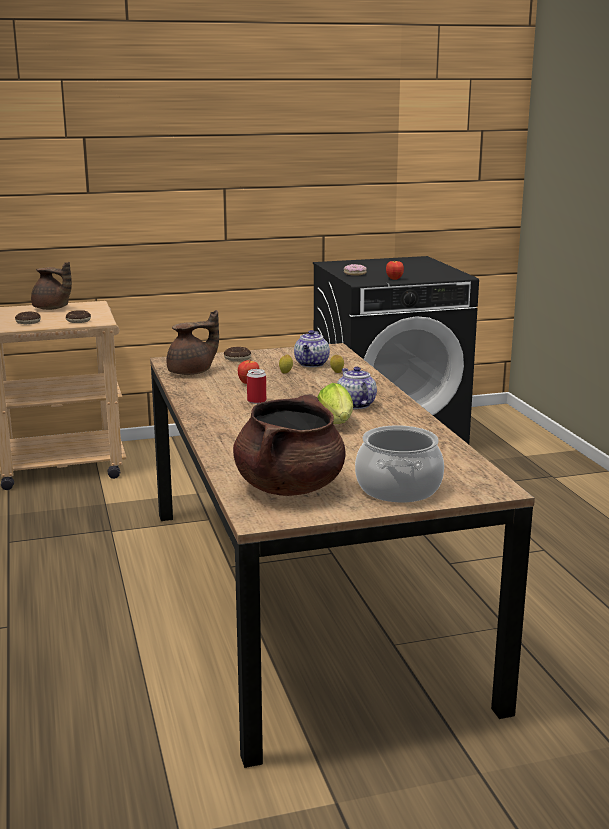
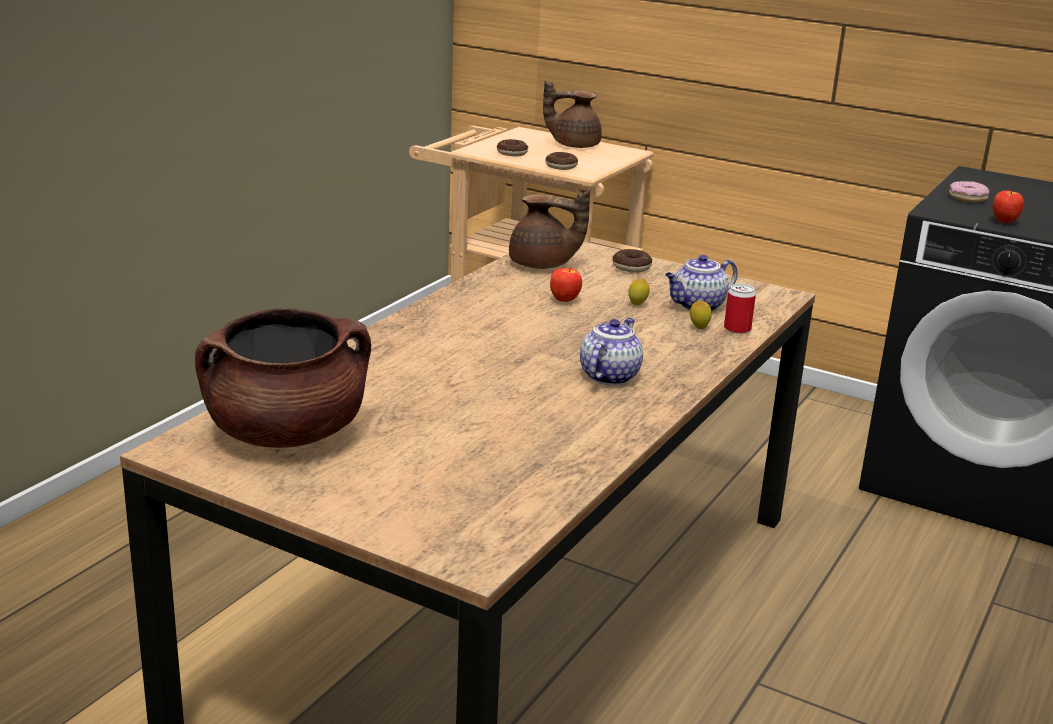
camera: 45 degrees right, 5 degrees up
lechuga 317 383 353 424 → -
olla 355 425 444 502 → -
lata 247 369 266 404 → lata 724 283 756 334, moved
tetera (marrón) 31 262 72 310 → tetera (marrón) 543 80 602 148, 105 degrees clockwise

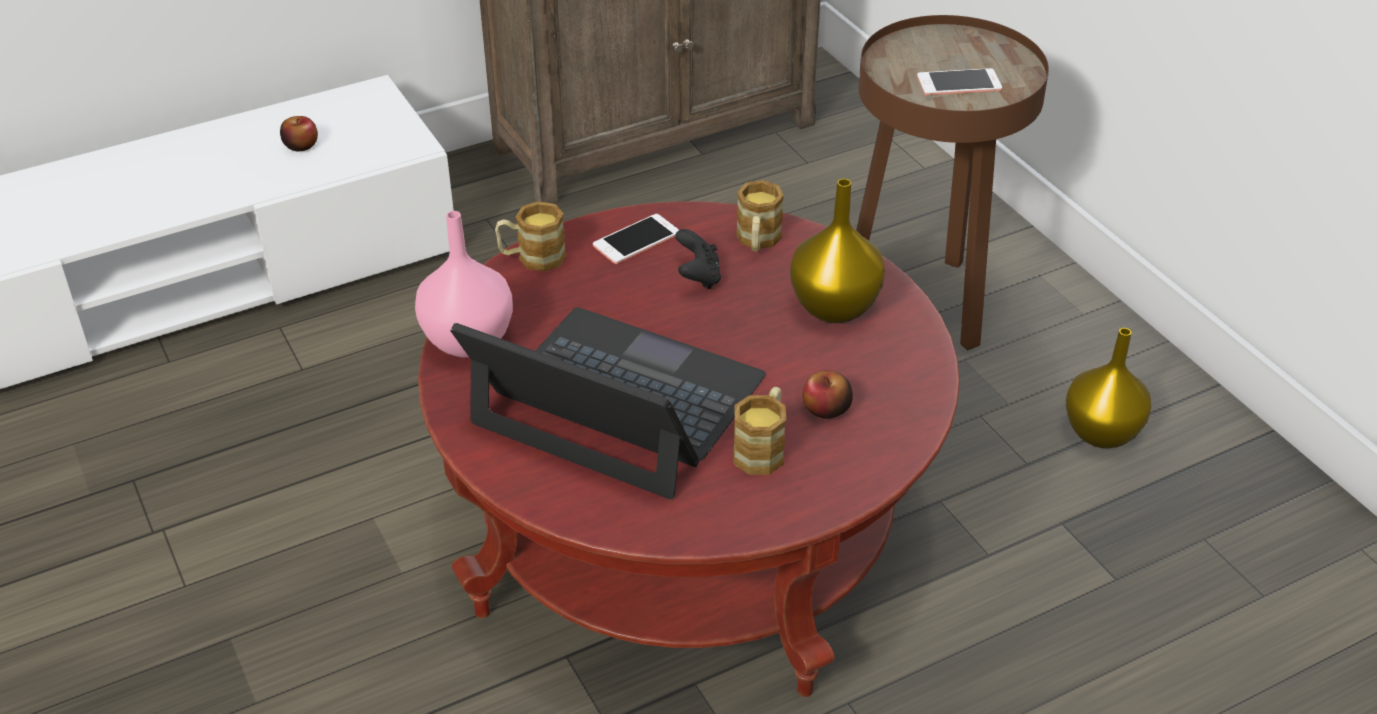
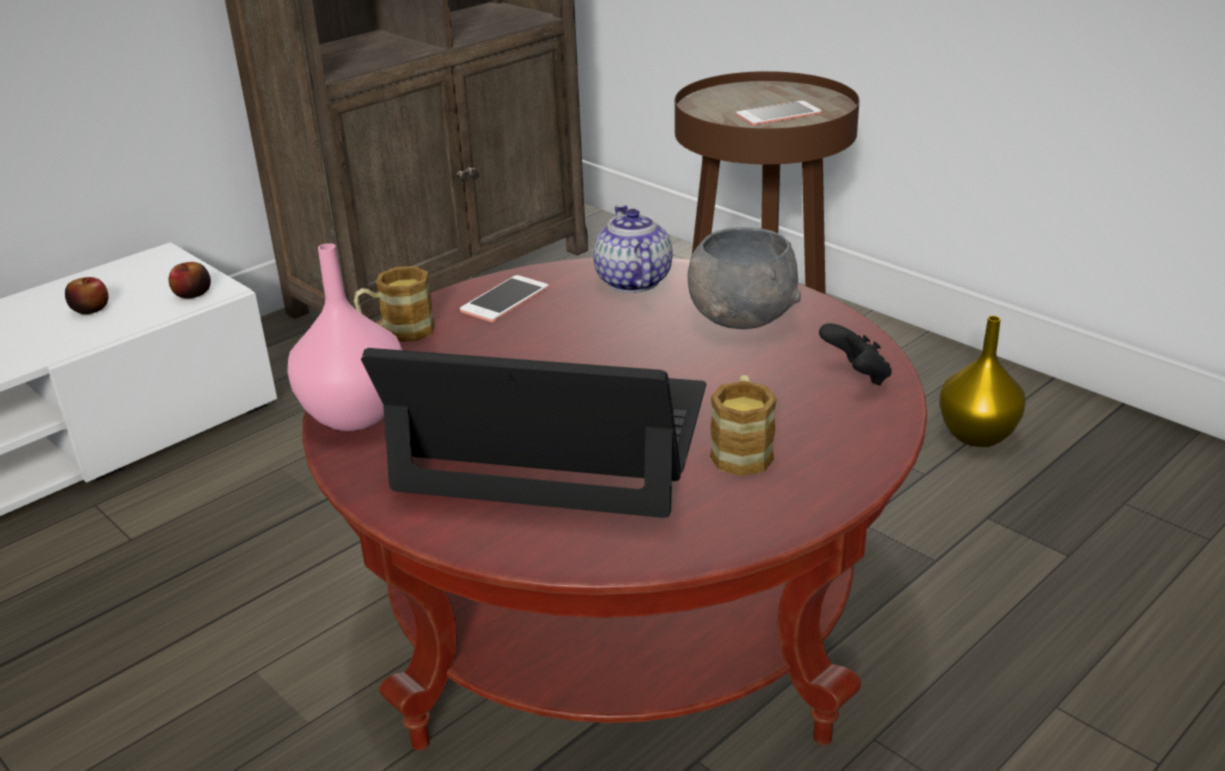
camera: 15 degrees left, 10 degrees down
mando de consola (negro) 675 229 721 289 → mando de consola (negro) 819 323 892 385, moved
manzana 803 370 853 419 → manzana 168 262 211 298, moved
taza grande 736 180 784 251 → tetera 593 205 672 293
florero (amarillo) 790 179 885 323 → cuenco (gris) 688 227 801 329

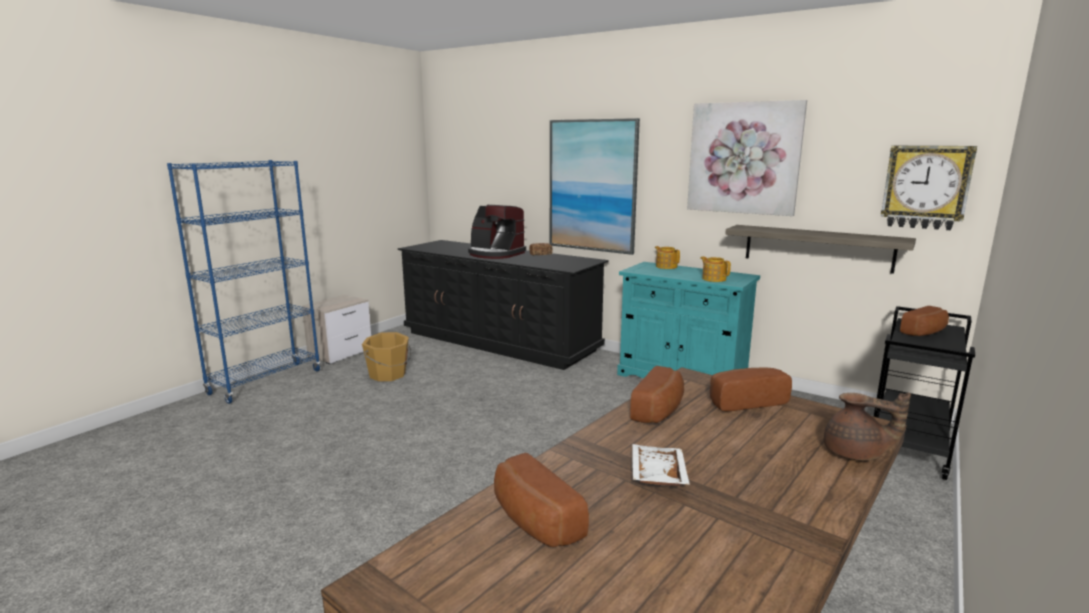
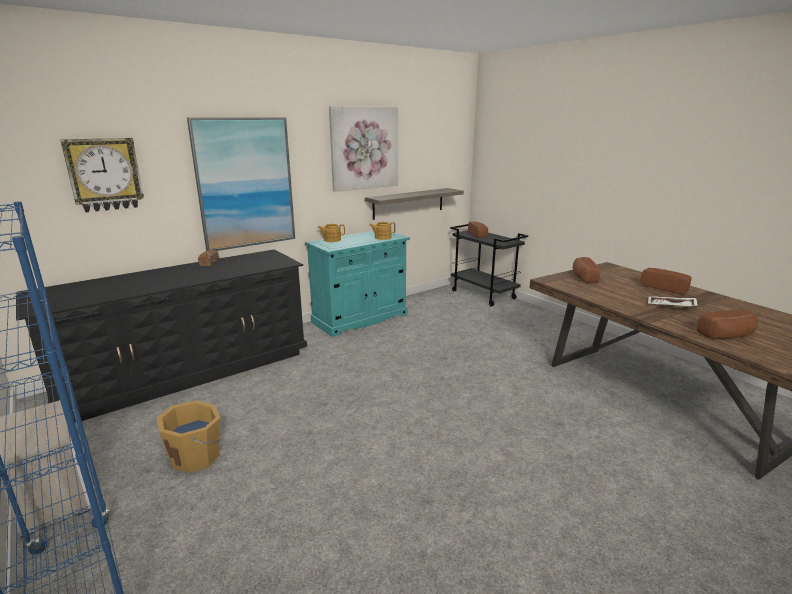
camera: 70 degrees left, 5 degrees up
cafetera 468 205 526 259 → -
tetera (marrón) 824 393 911 461 → -
pan 630 366 684 423 → pan 640 268 692 295, moved
reloj de pared 881 146 977 230 → reloj de pared 60 138 144 212, moved

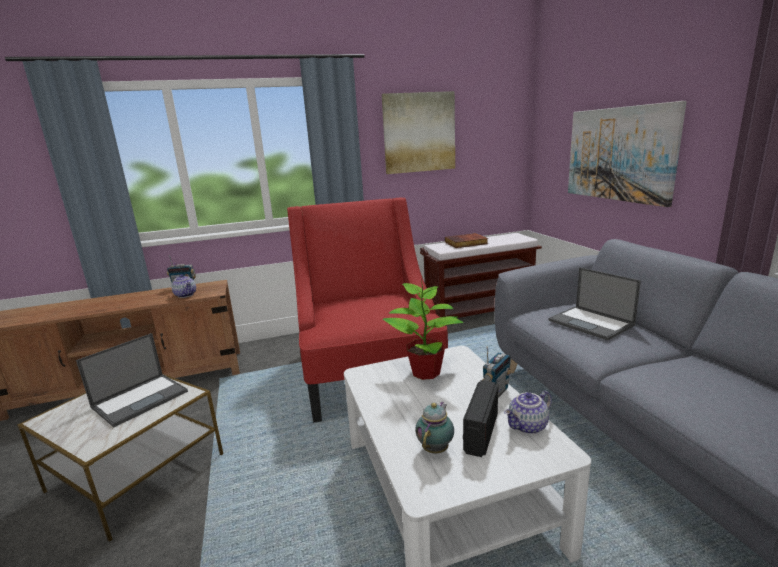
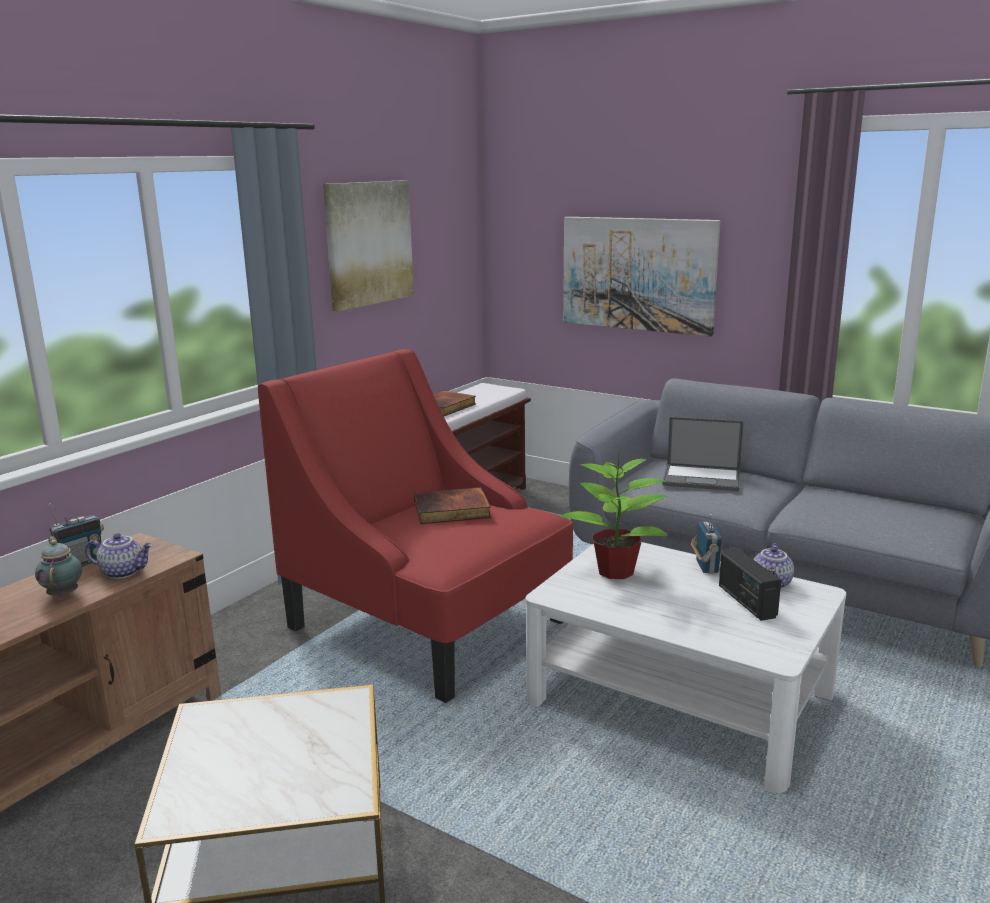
camera: 40 degrees left, 0 degrees up
portátil 76 333 188 428 → -
- → libro 414 487 491 524
tetera 415 402 454 453 → tetera 35 540 82 597, moved

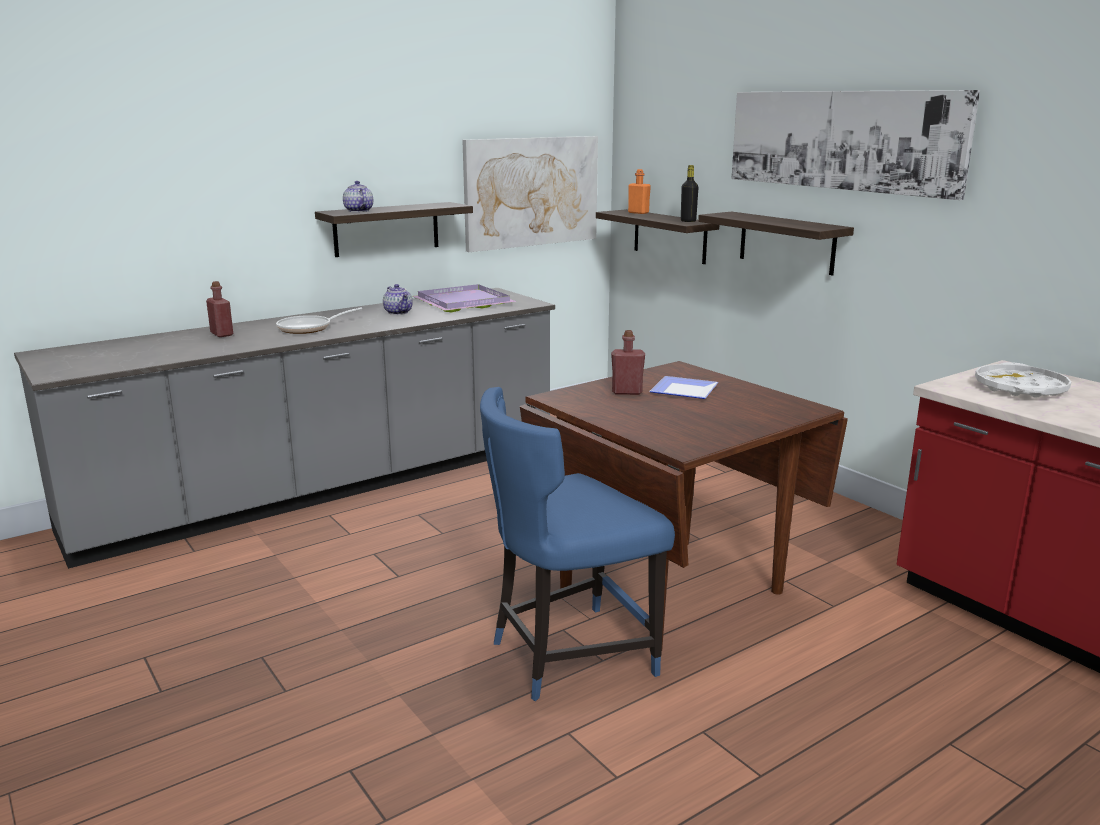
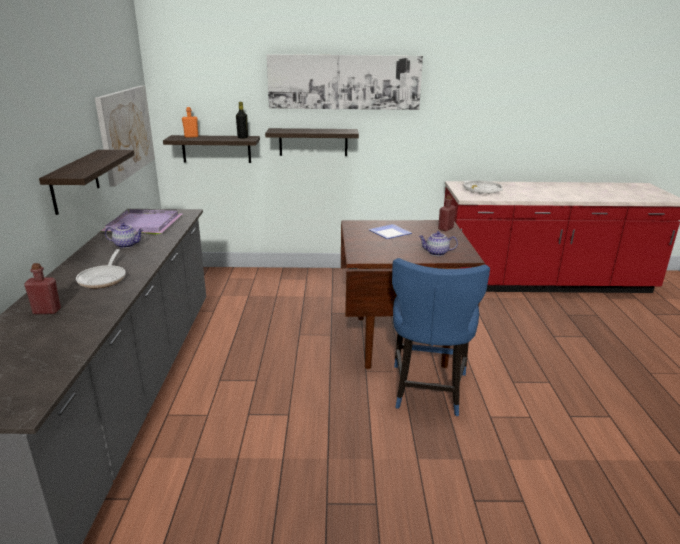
camera: 55 degrees left, 5 degrees up
tetera 343 181 373 212 → tetera 419 231 458 256, moved
botella (rojo) 611 330 645 395 → botella (rojo) 438 195 456 231, moved

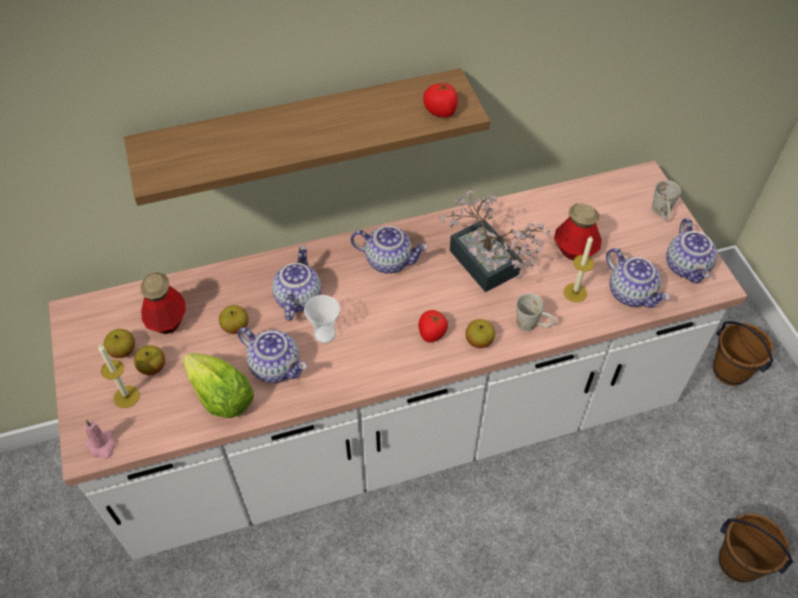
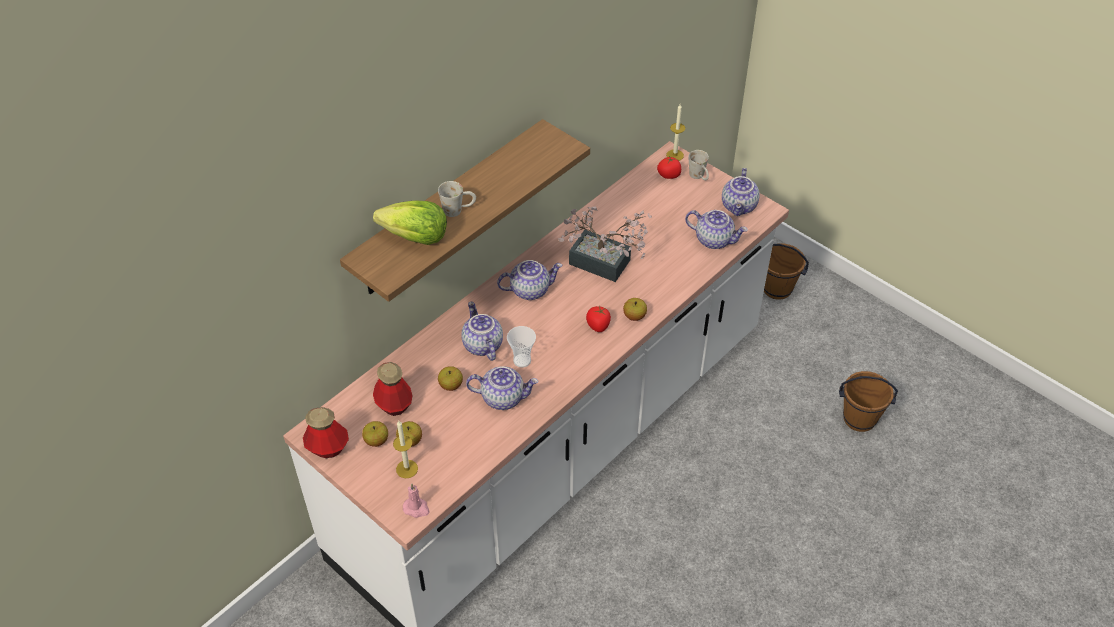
camera: 30 degrees left, 5 degrees down
lechuga 182 353 254 418 → lechuga 373 200 447 245, moved
tomate 423 82 458 118 → tomate 657 156 681 179, moved
taza grande (blanco) 516 293 555 331 → taza grande (blanco) 438 181 476 217, moved
botella 554 204 602 260 → botella 303 407 349 458, moved
vela 564 235 594 302 → vela 666 105 685 161, moved
tetera 666 218 717 284 → tetera 722 168 760 216, 45 degrees clockwise

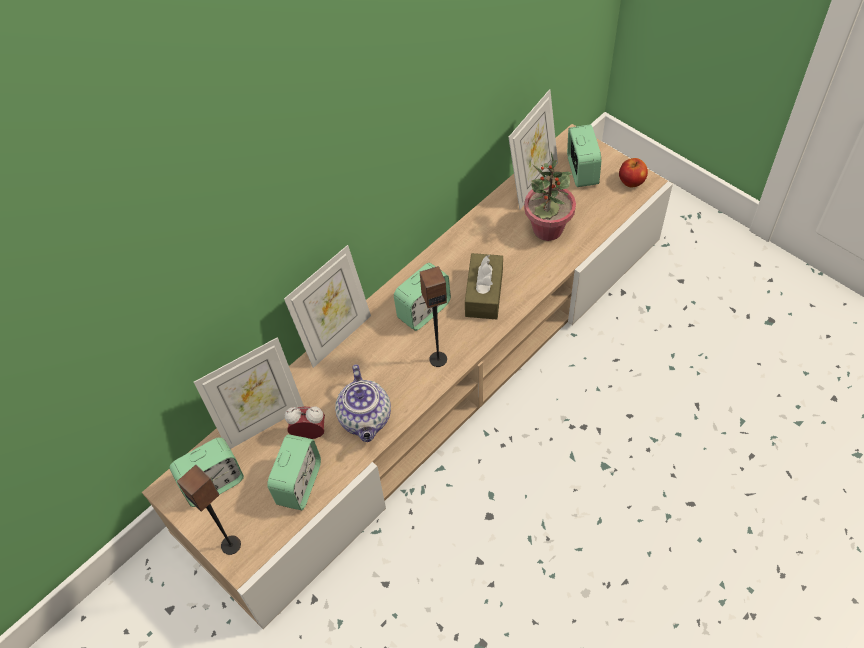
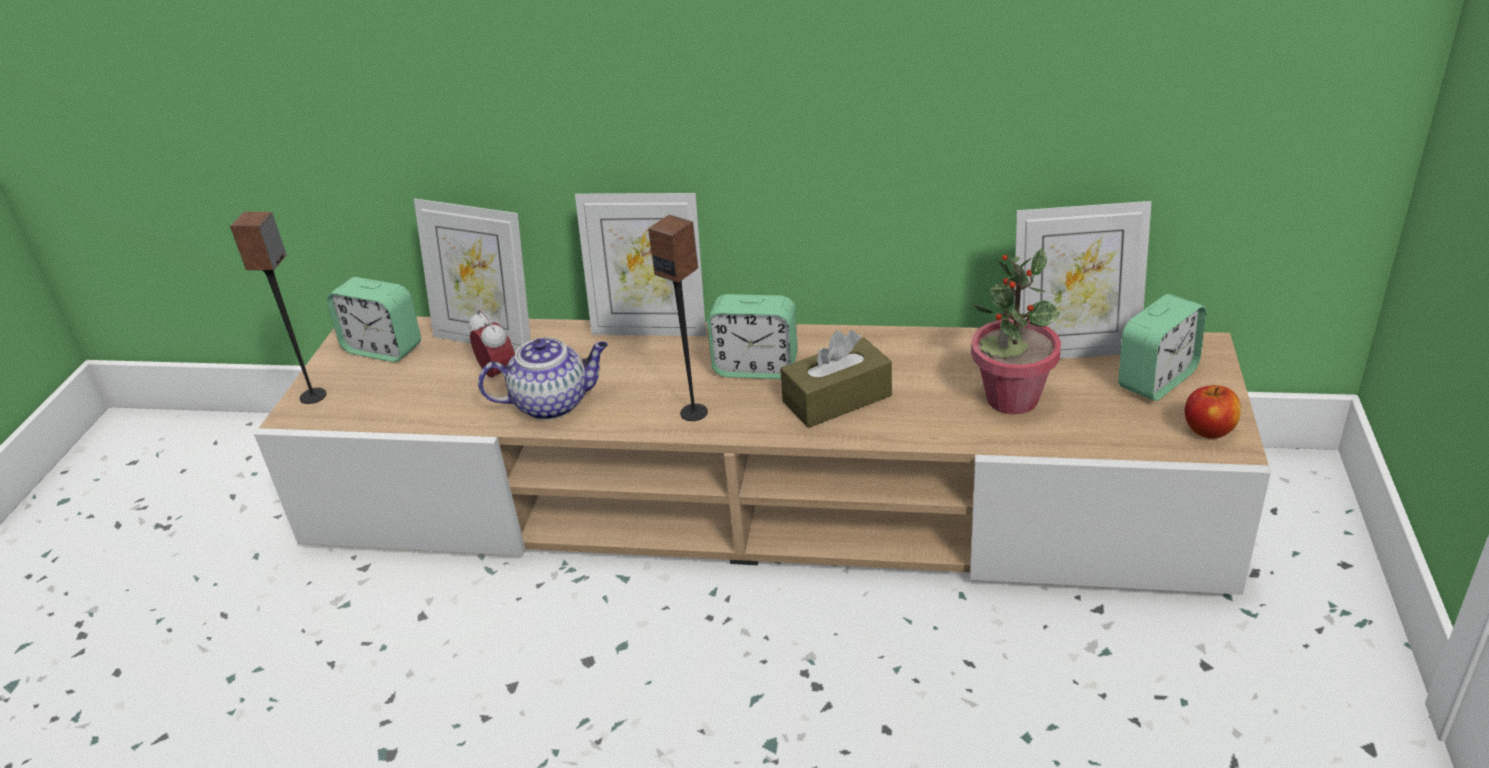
camera: 55 degrees right, 20 degrees down
despertador 267 434 321 510 → -
tetera 335 364 391 442 → tetera 478 337 608 420, 150 degrees counterclockwise

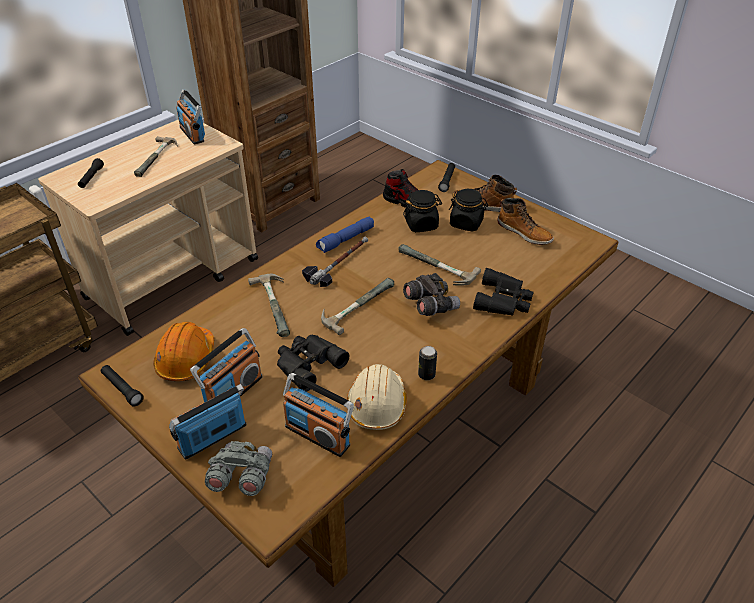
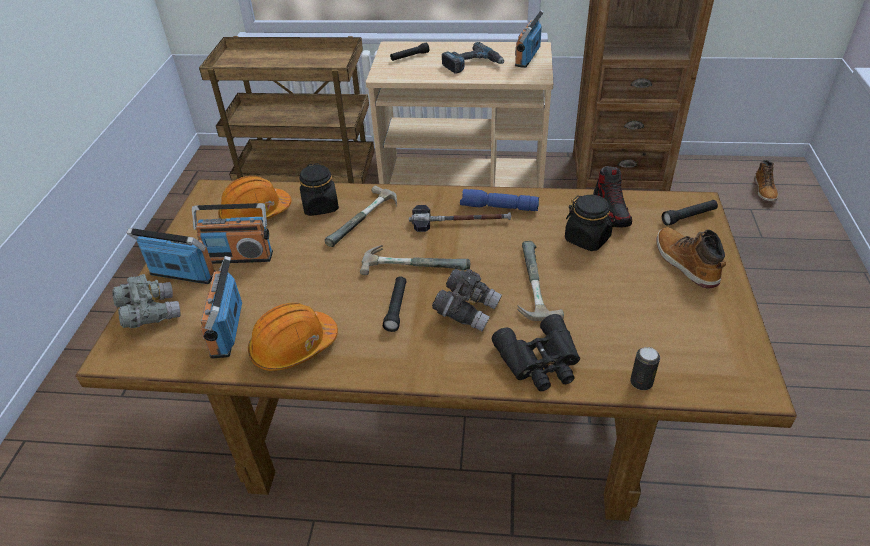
camera: 55 degrees right, 0 degrees up
prismáticos (negro) 277 335 349 392 → -
linterna (negro) 101 365 144 407 → linterna (negro) 383 276 406 332, moved
lata 418 346 437 380 → lata 630 347 660 390, moved
tarro (negro) 449 189 488 232 → tarro (negro) 299 163 339 216, moved
bota 497 198 554 245 → bota 754 160 778 201, moved
martillo 134 136 178 177 → taladro 442 42 504 73
casco (beis) 347 364 407 430 → casco (naranja) 248 303 338 371

